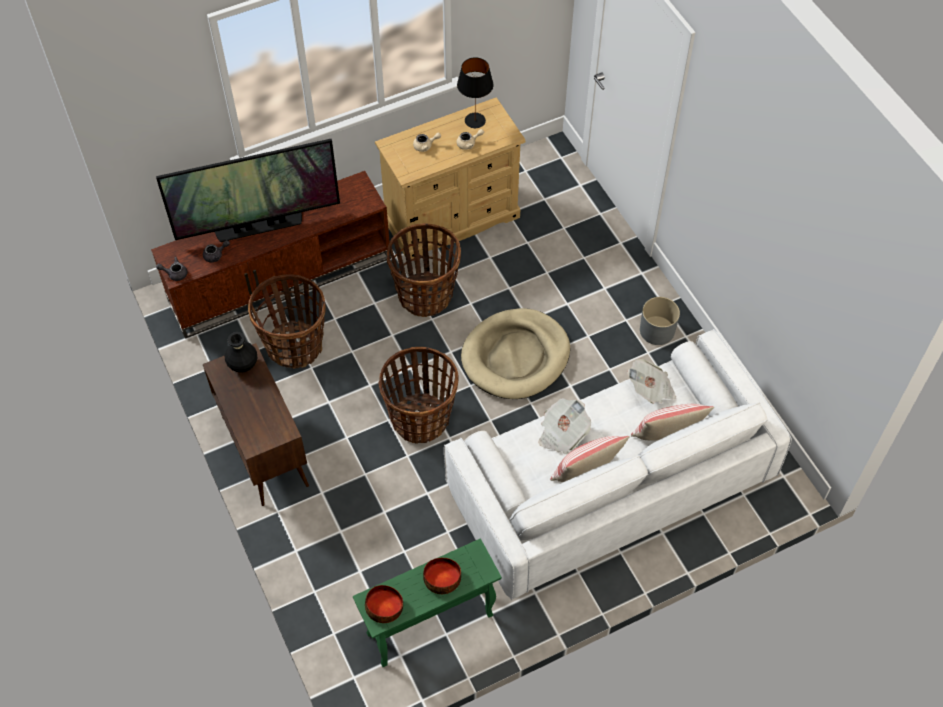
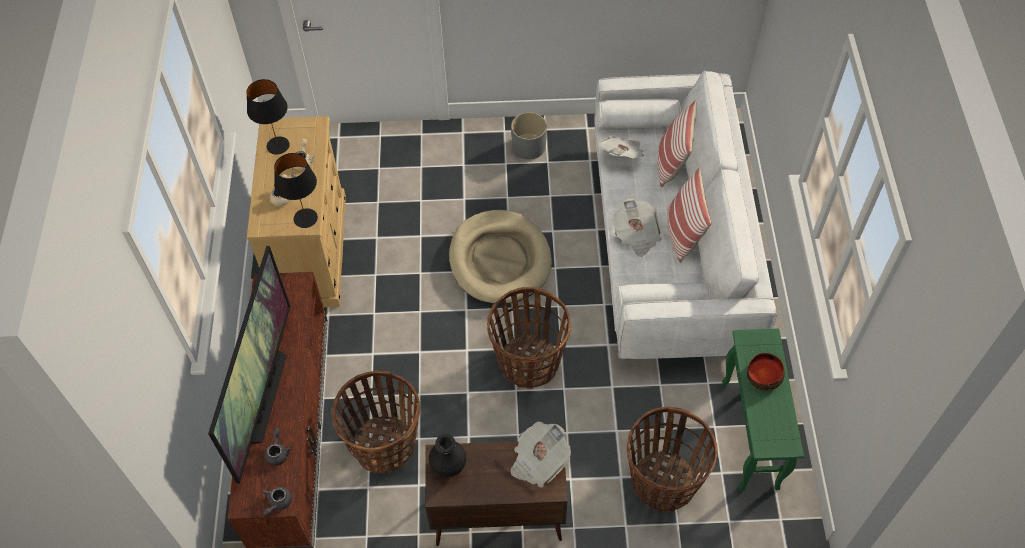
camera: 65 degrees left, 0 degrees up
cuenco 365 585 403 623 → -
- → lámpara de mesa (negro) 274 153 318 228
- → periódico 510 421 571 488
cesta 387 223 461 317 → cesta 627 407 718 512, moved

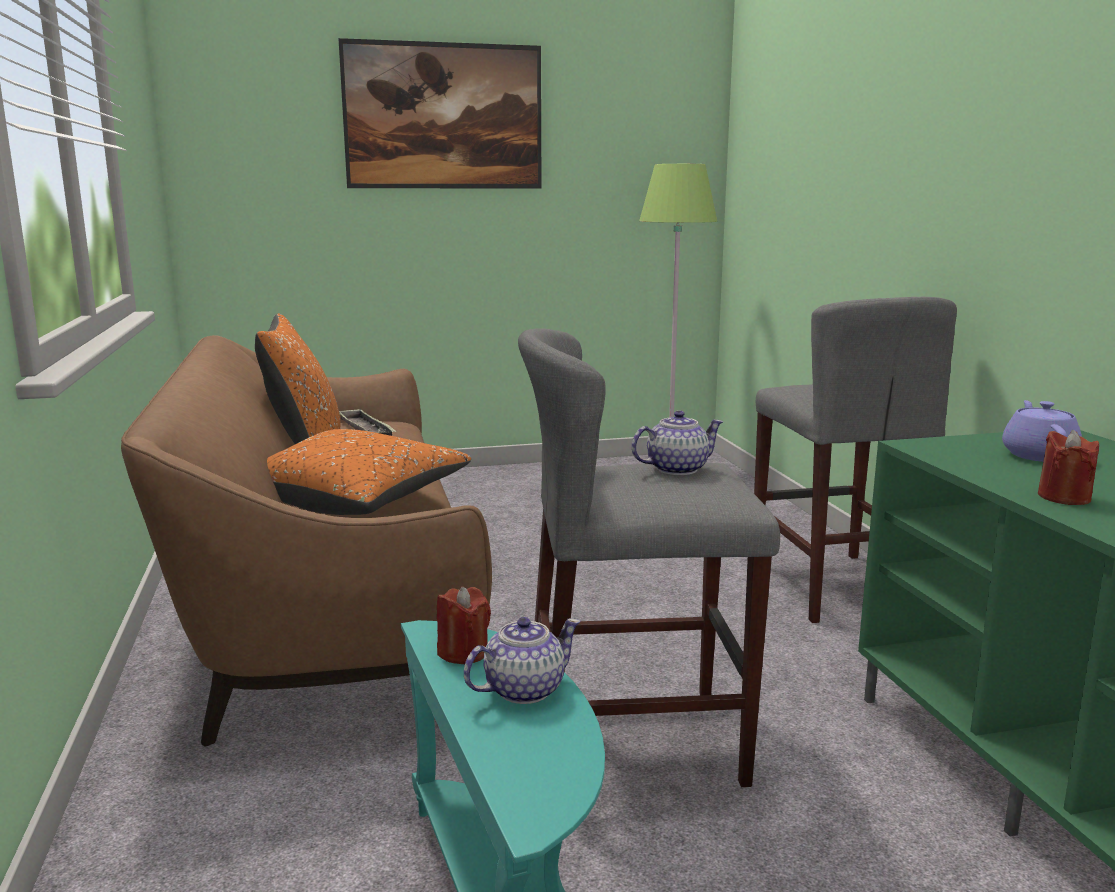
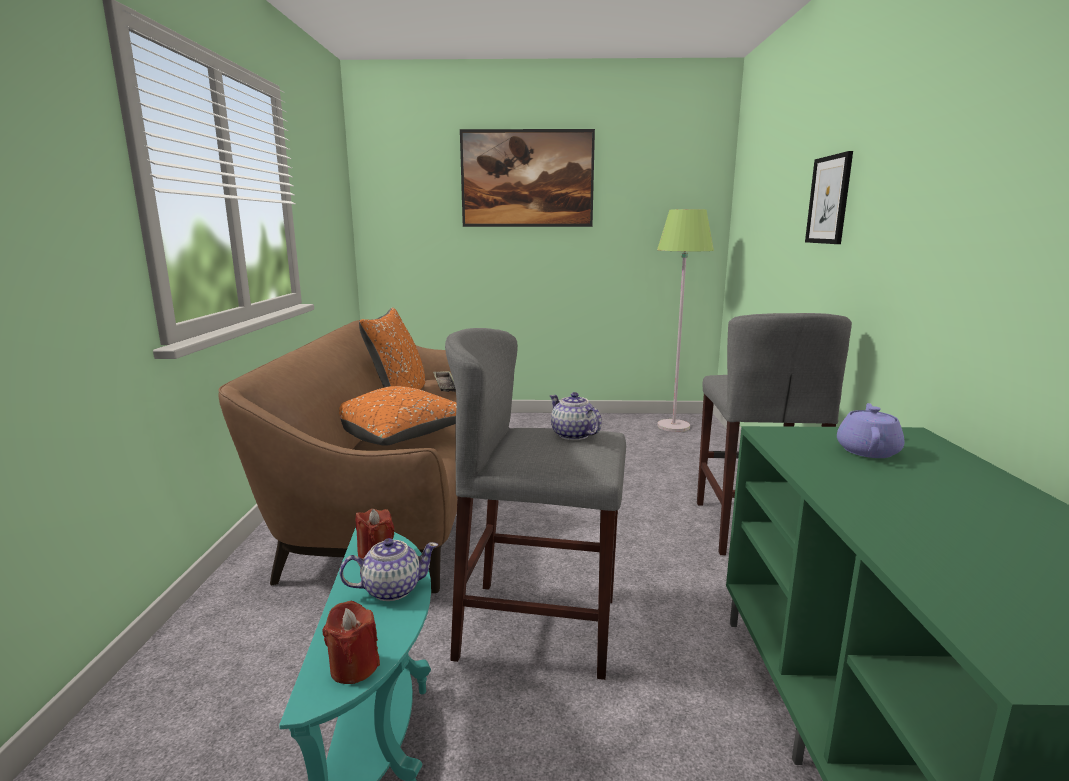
camera: 15 degrees right, 0 degrees up
- → cuadro 805 151 853 244
vela (rojo) 1038 430 1099 505 → vela (rojo) 323 600 380 684, moved
tetera 632 410 724 475 → tetera 550 392 602 440, 120 degrees counterclockwise

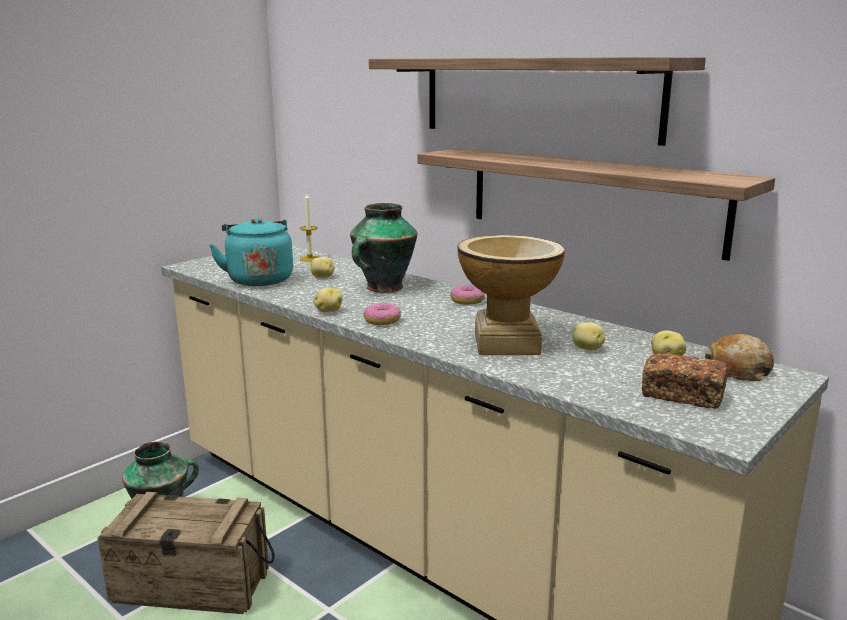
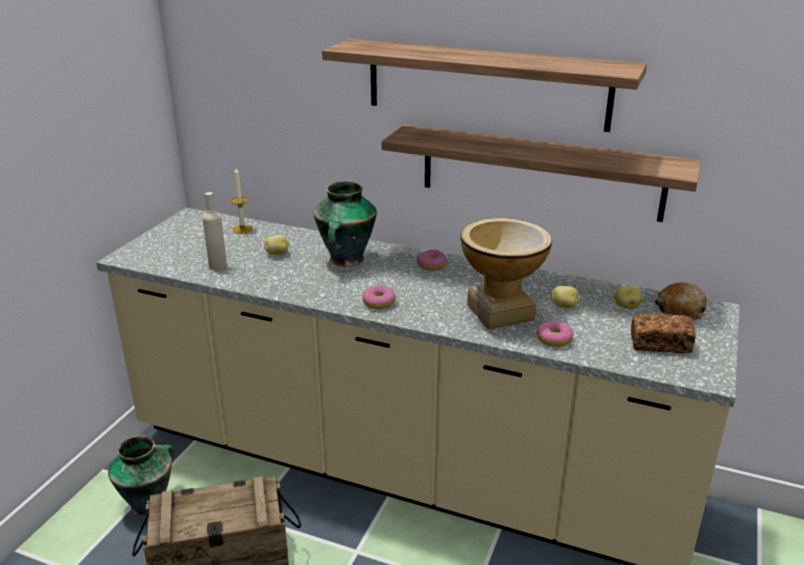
camera: 20 degrees left, 10 degrees up
patata 313 288 342 312 → -
- → rosquilla 536 320 574 347
hervidor (turquesa) 209 218 293 286 → botella (beis) 202 192 227 270

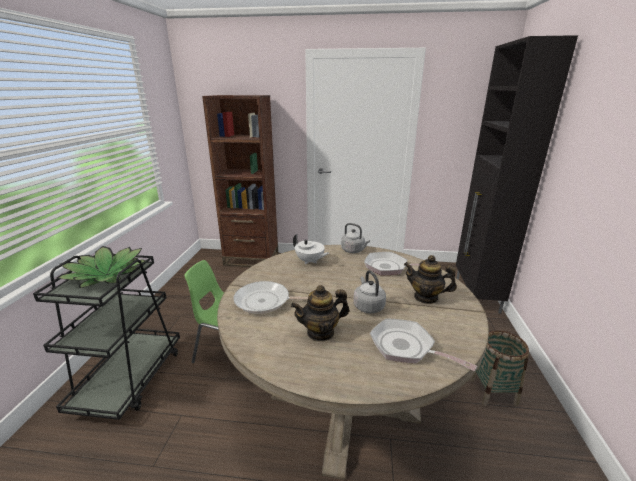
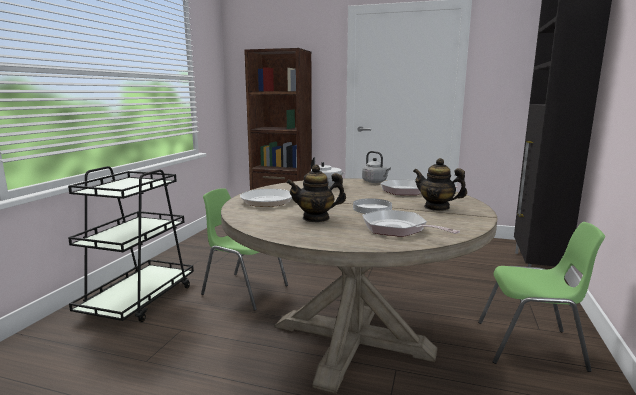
camera: 10 degrees right, 10 degrees down
planta en maceta 57 246 147 288 → -
hervidor (gris) 353 270 386 313 → plato (blanco) 353 198 392 214
cesta 470 330 529 406 → silla (verde) 478 222 605 372

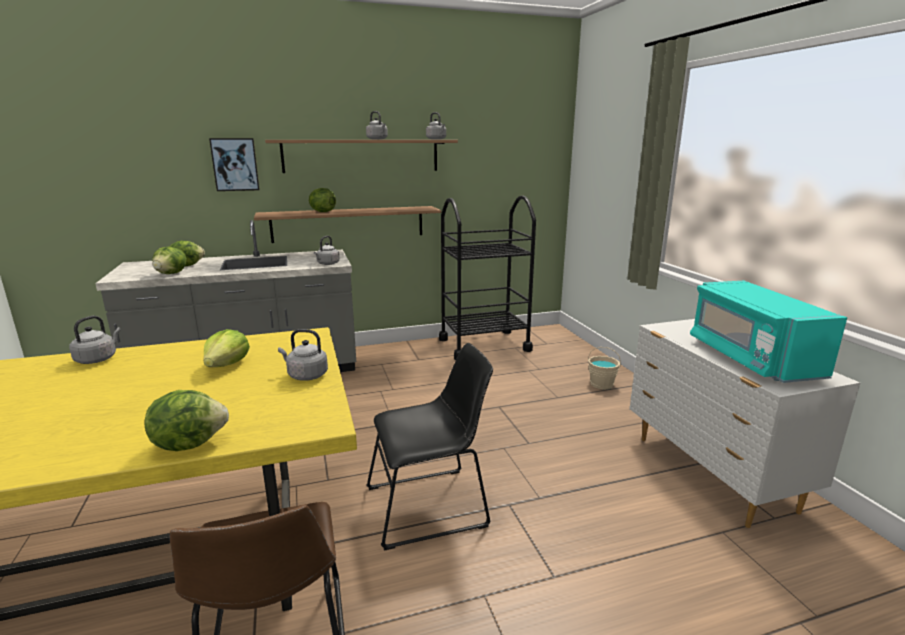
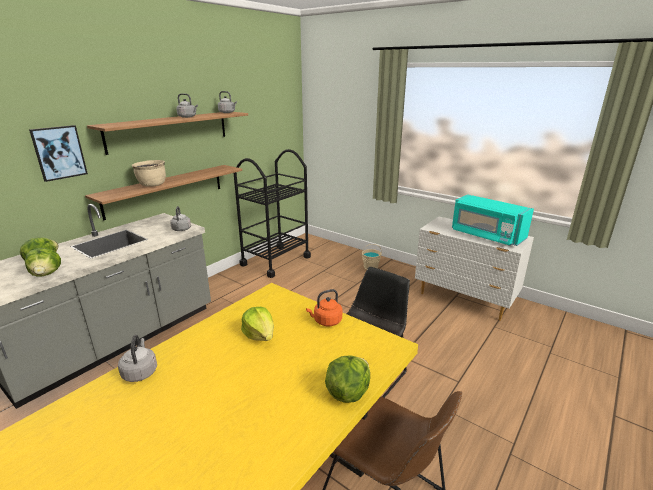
camera: 35 degrees left, 5 degrees up
lechuga 309 188 336 212 → olla (beis) 132 160 166 187
hervidor (gris) 278 329 328 381 → hervidor (naranja) 306 289 342 326

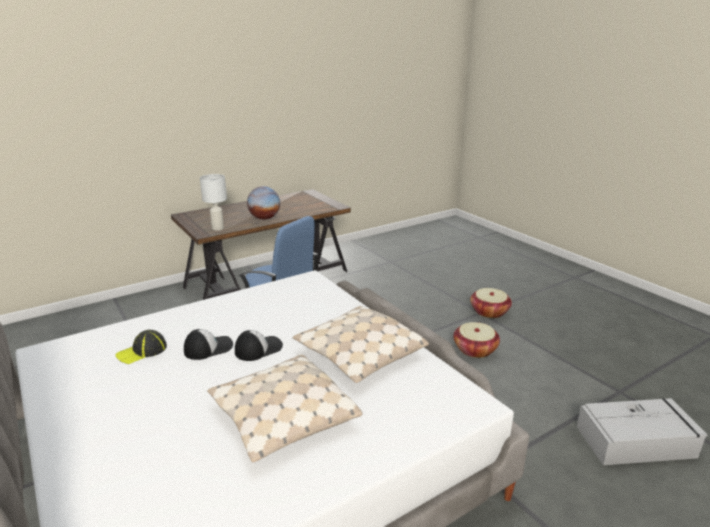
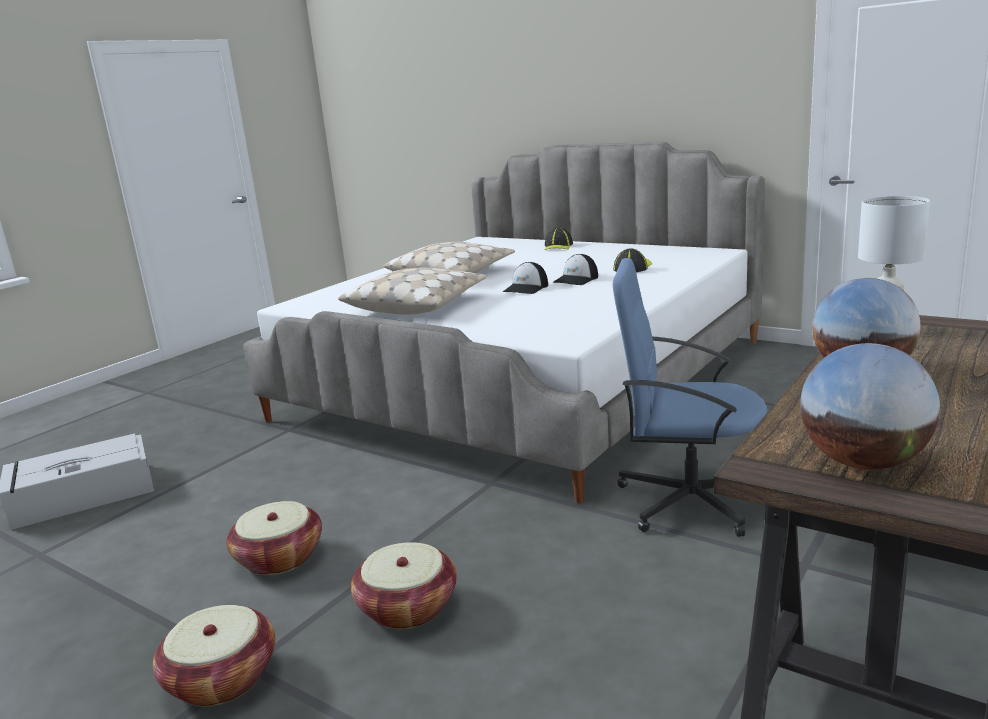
camera: 160 degrees right, 5 degrees down
- → cesta 351 542 457 629
- → gorra 545 227 573 250
- → globo terráqueo 800 343 940 470

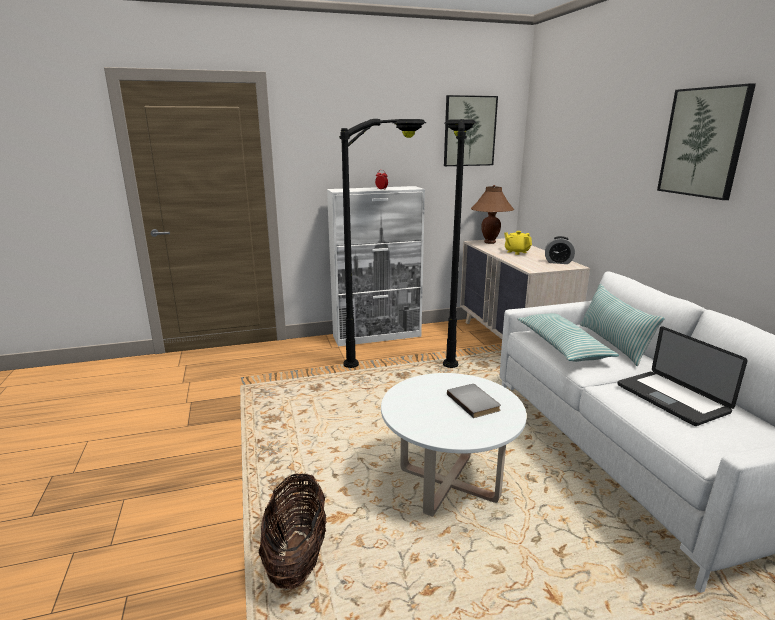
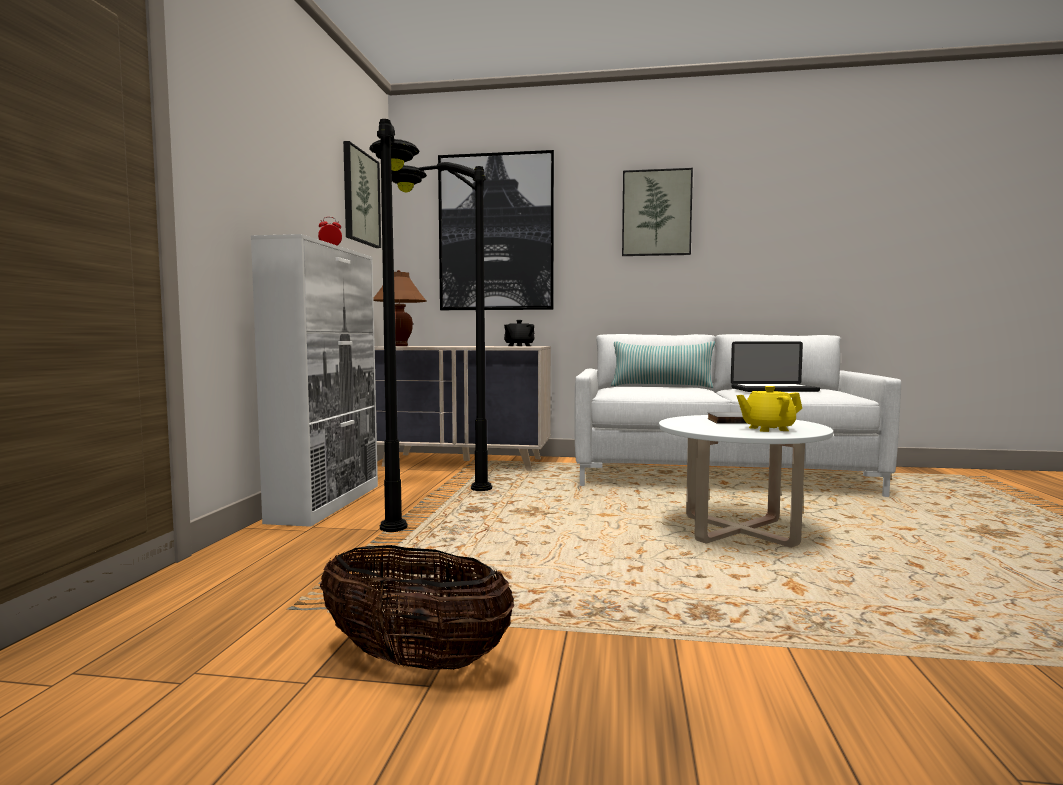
camera: 65 degrees left, 15 degrees down
cojín 517 313 619 362 → -
- → cuadro 438 150 554 310
cesta 259 473 327 589 → cesta 320 545 514 670, moved
tetera (amarillo) 504 231 532 255 → tetera (amarillo) 737 386 802 432, moved
despertador 545 236 575 264 → tetera (negro) 504 320 535 346

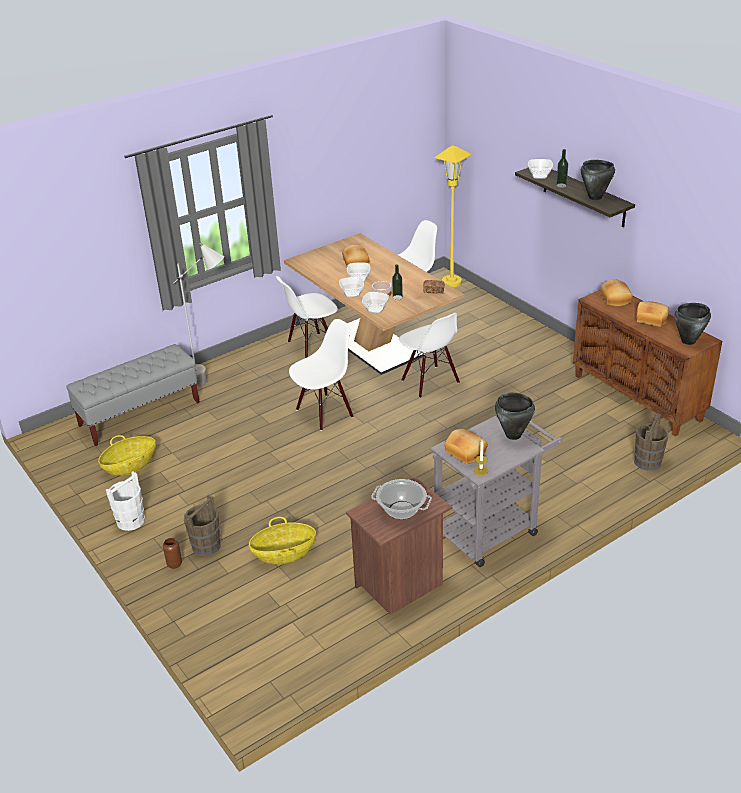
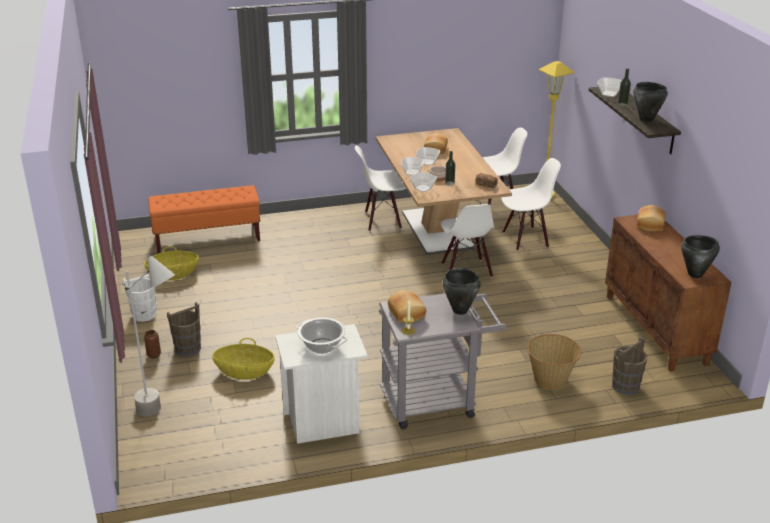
camera: 20 degrees right, 5 degrees down
pan 636 301 669 327 → -
- → cesta 527 334 582 390
lámpara de pie (gris) 173 243 224 387 → lámpara de pie (gris) 122 253 175 416, moved
silla (blanco) 289 319 354 431 → silla (blanco) 501 158 561 251, moved
banco (gris) 66 344 200 446 → banco (naranja) 148 185 260 253
mesita de noche (marrón) 346 477 452 615 → mesita de noche (blanco) 275 324 368 444

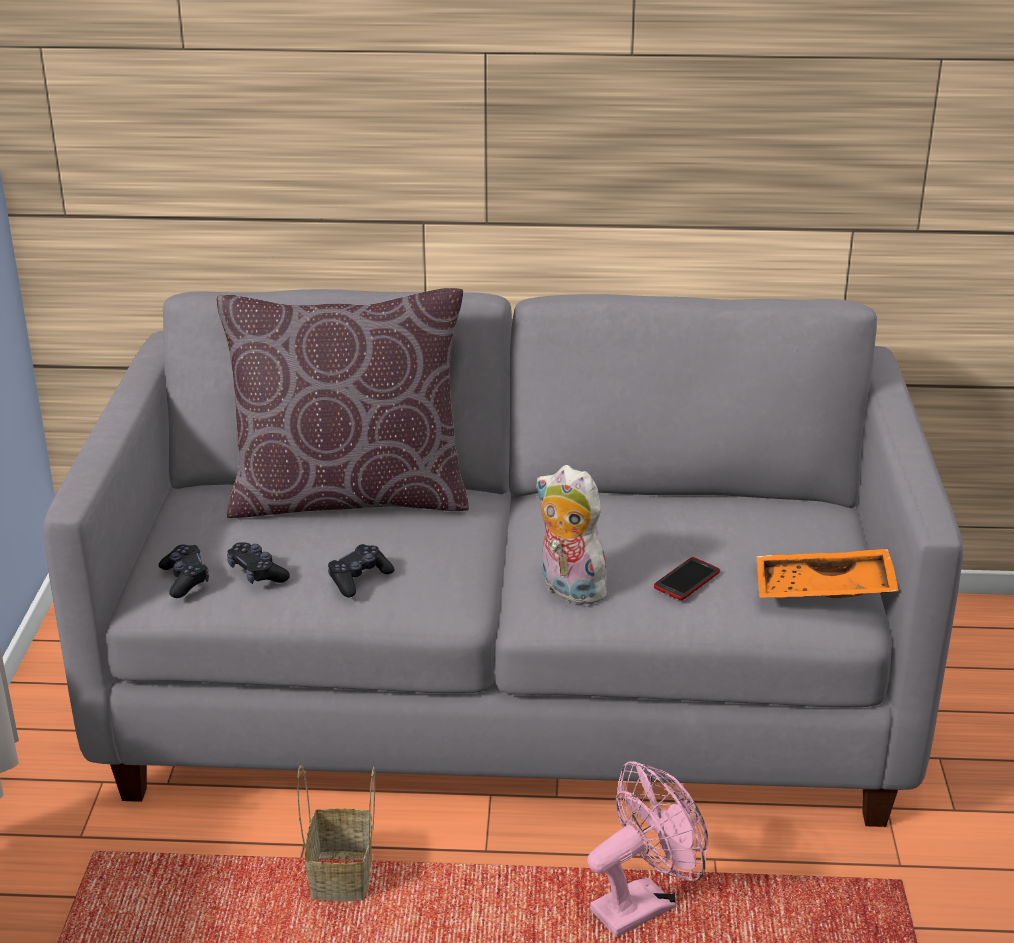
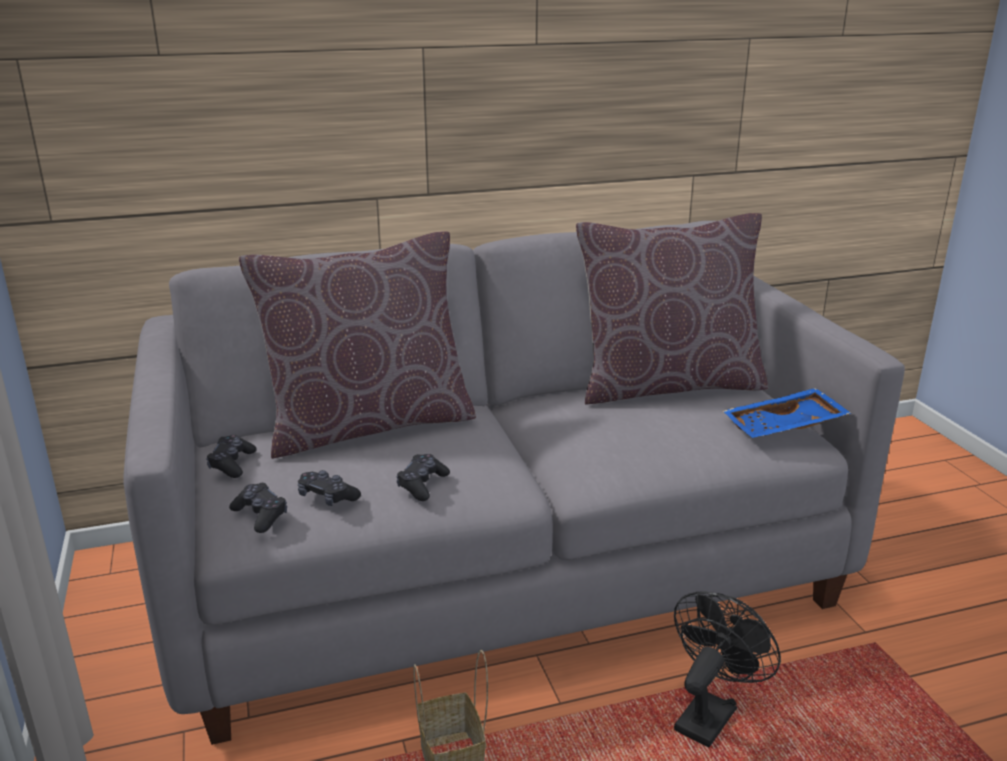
camera: 20 degrees left, 5 degrees down
peluche 535 465 615 605 → -
móvil 654 557 720 600 → -
- → mando de consola (negro) 206 435 257 478
- → cojín (marrón) 576 213 768 405
ventilador (rosa) 587 761 708 937 → ventilador (negro) 674 592 781 748
bandeja (naranja) 756 549 899 598 → bandeja (azul) 723 388 851 438

